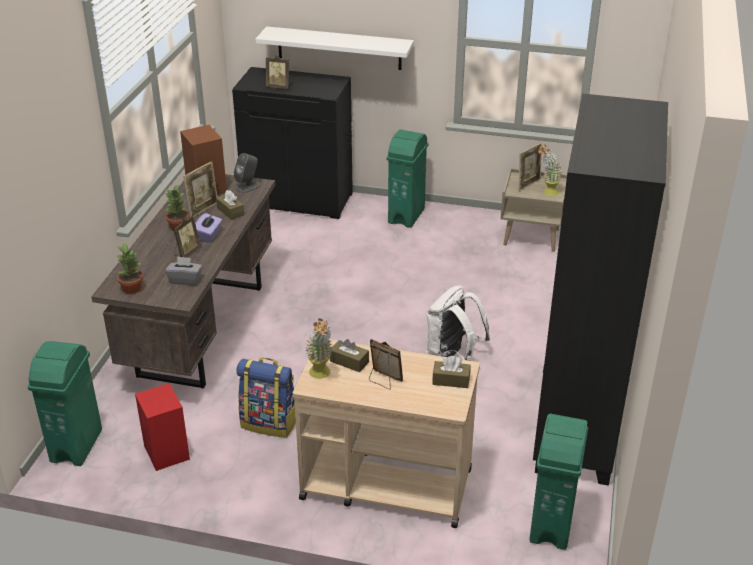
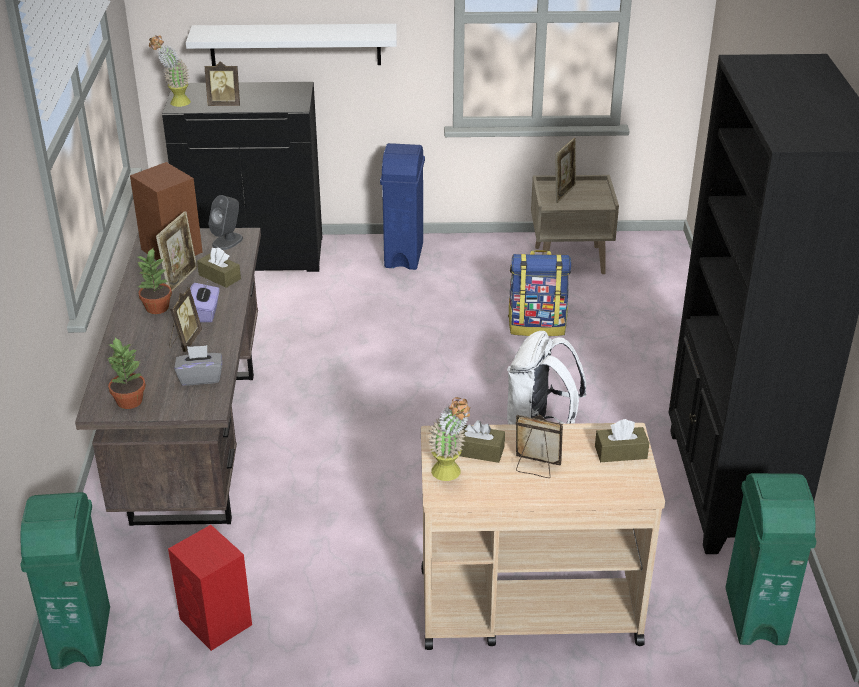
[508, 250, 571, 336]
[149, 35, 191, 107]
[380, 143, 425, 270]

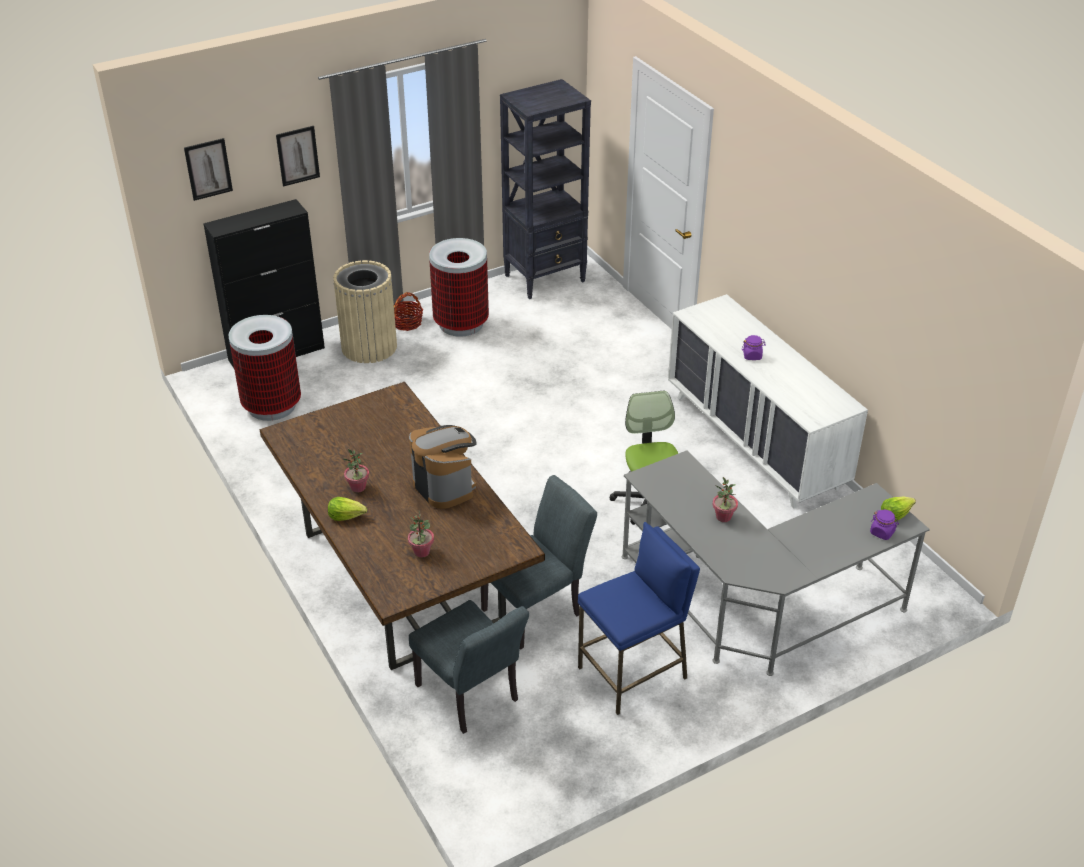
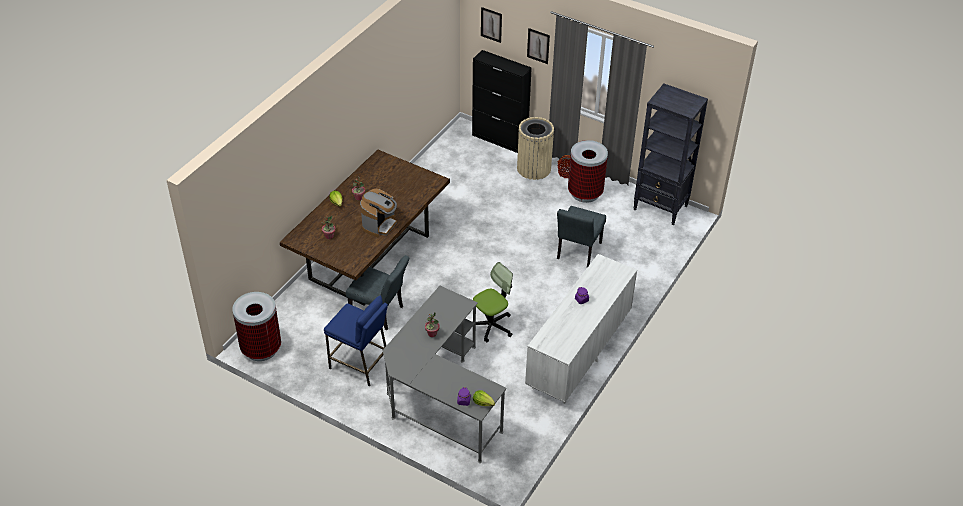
[232, 292, 281, 361]
[557, 206, 606, 267]

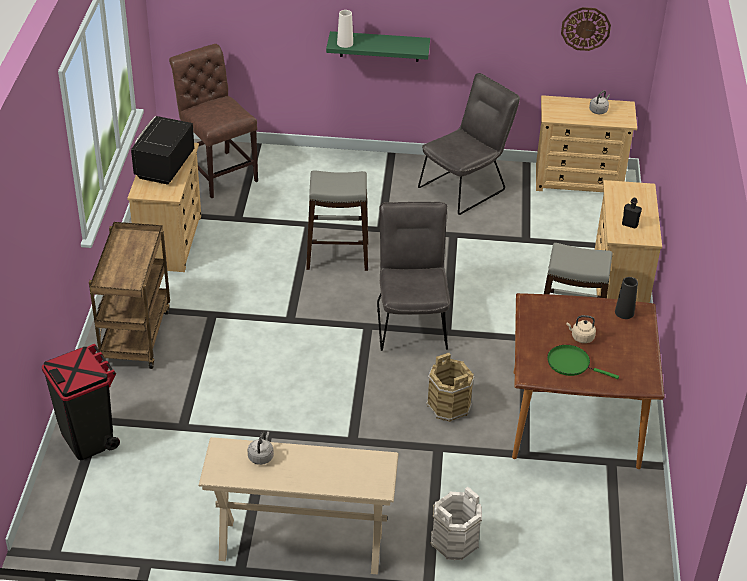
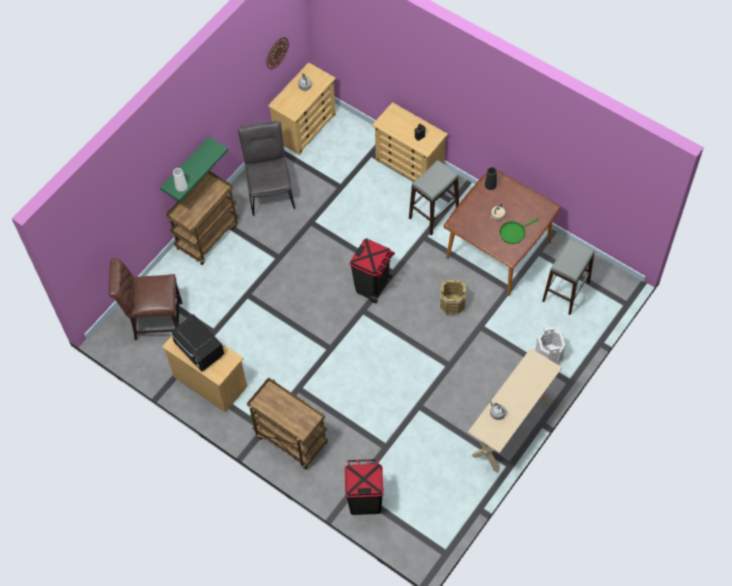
[166, 171, 239, 265]
[542, 239, 595, 315]
[350, 239, 395, 303]

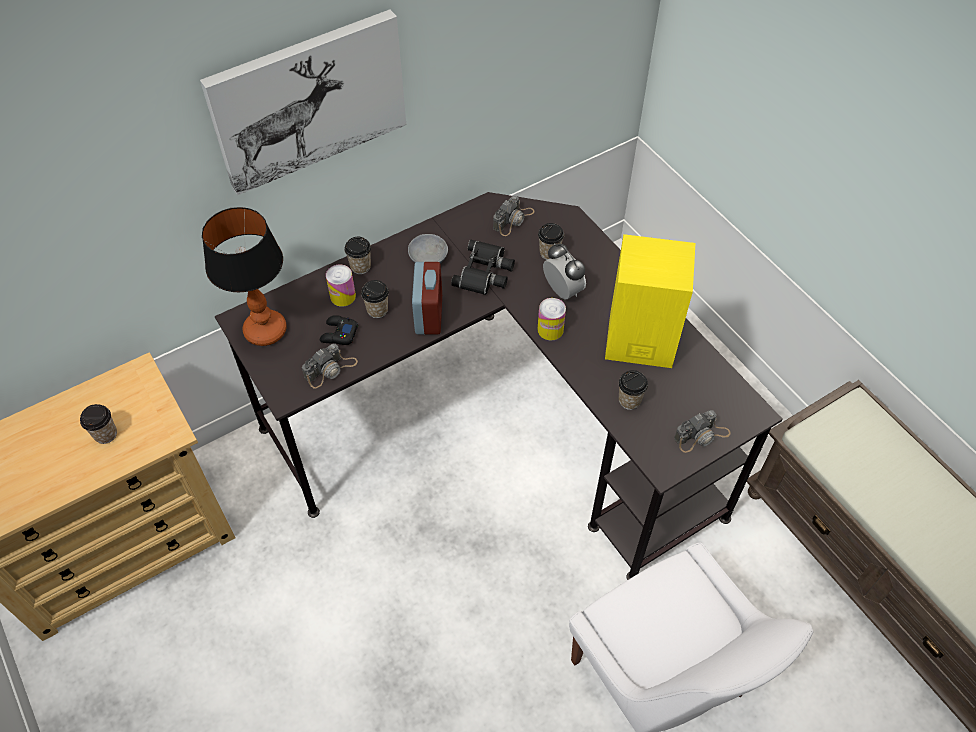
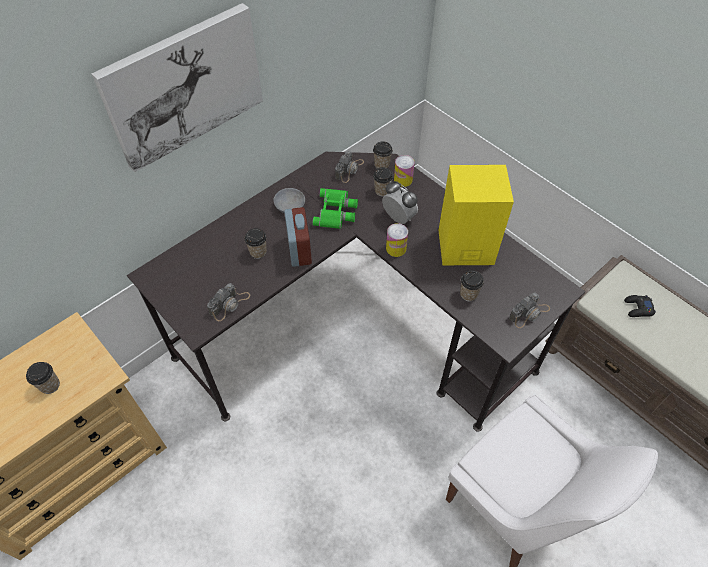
[202, 207, 287, 346] (first image)
[624, 295, 656, 317]
[394, 155, 415, 187]
[373, 141, 393, 169]
[312, 188, 358, 229]

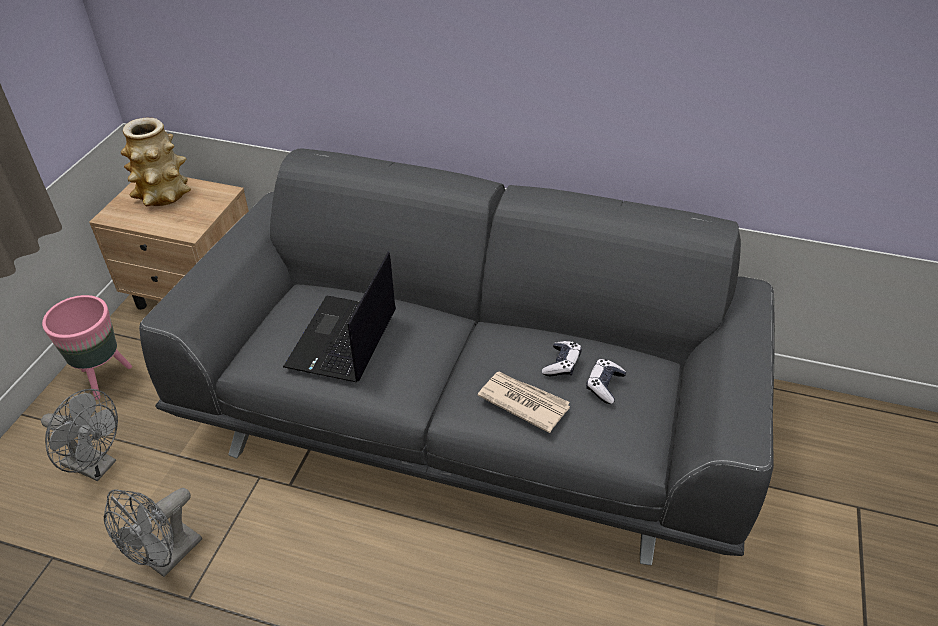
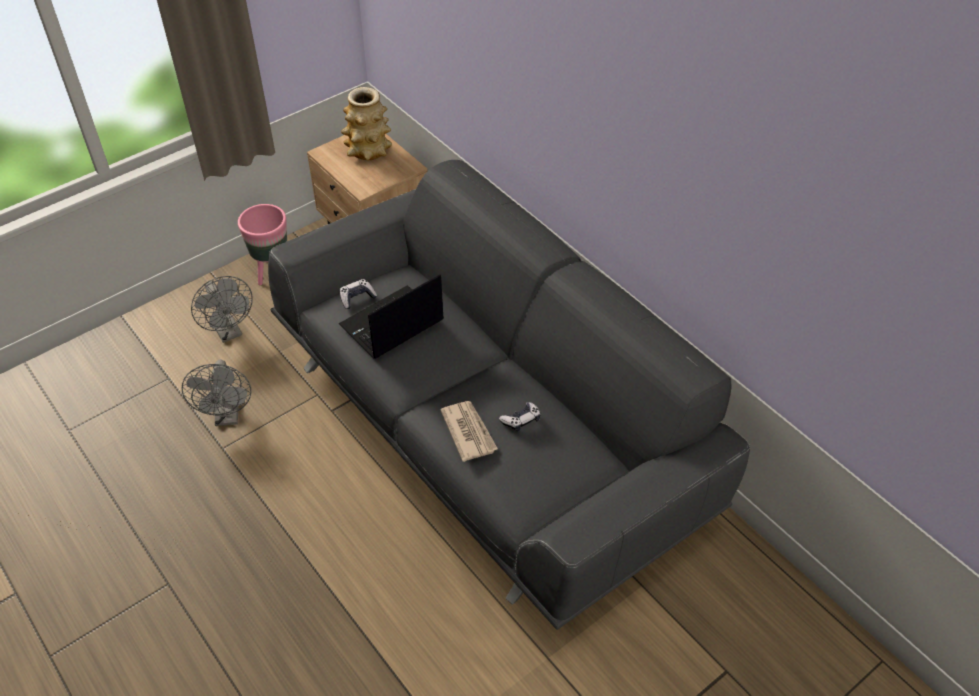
[340, 279, 377, 309]
[182, 359, 251, 426]

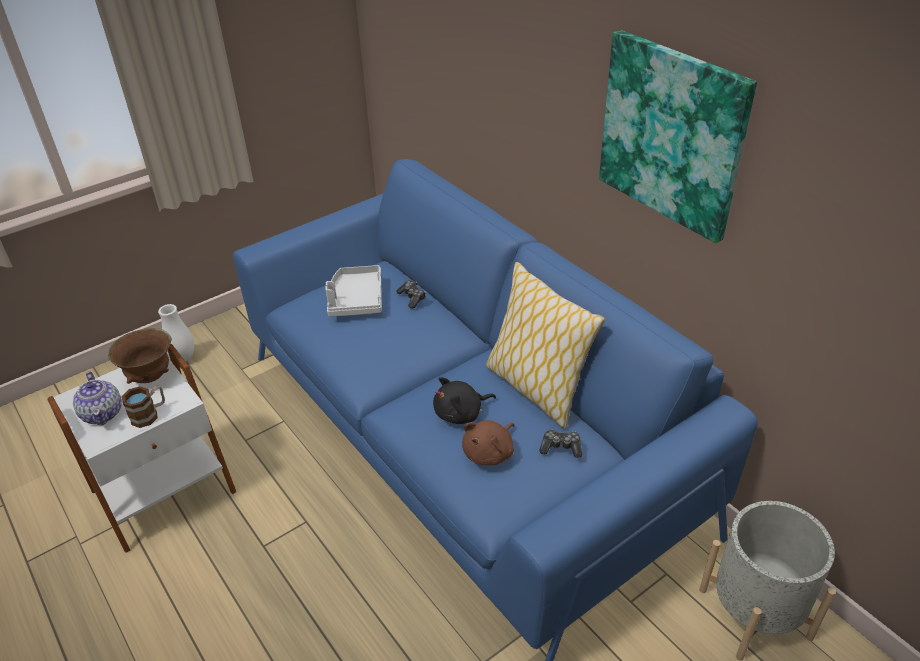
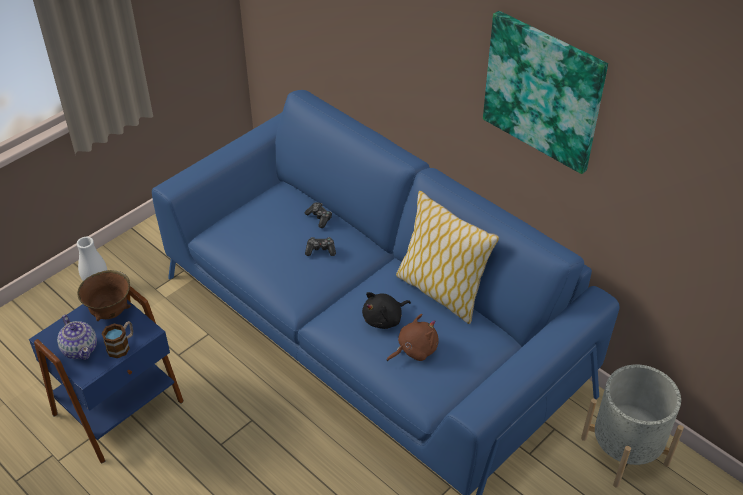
[325, 265, 382, 317] (first image)
[305, 237, 336, 256]
[29, 286, 184, 464]
[387, 314, 439, 361]

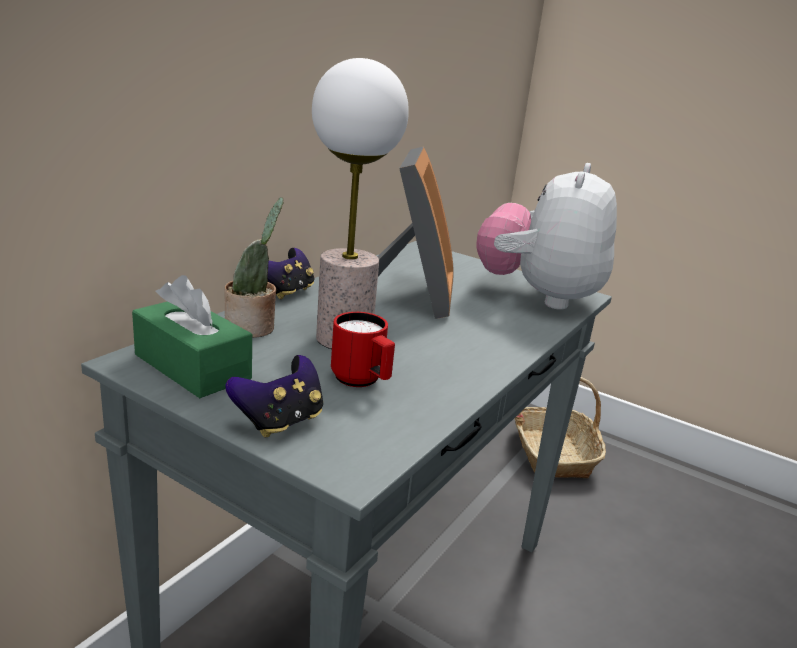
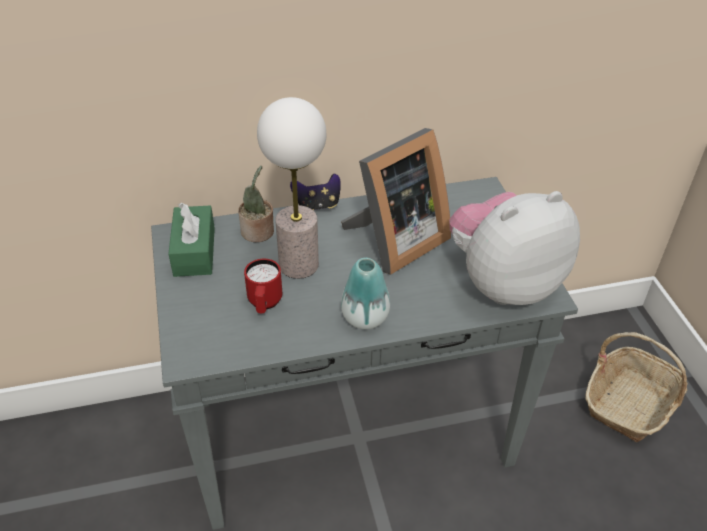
[226, 355, 323, 437] (first image)
[341, 258, 390, 329]

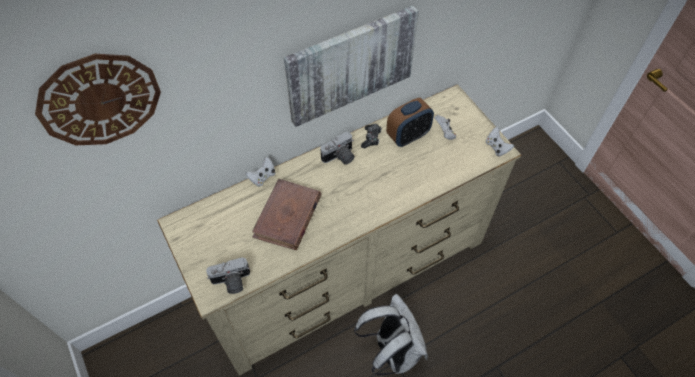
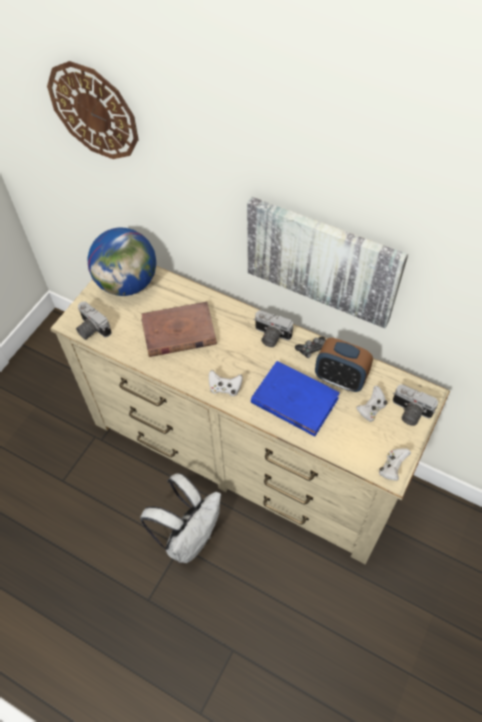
[88, 227, 156, 296]
[251, 361, 340, 436]
[393, 384, 438, 426]
[209, 370, 242, 396]

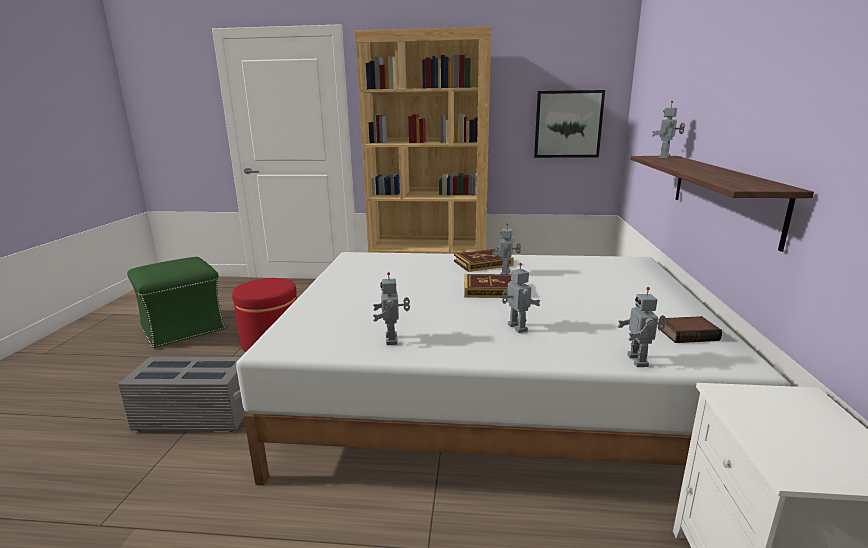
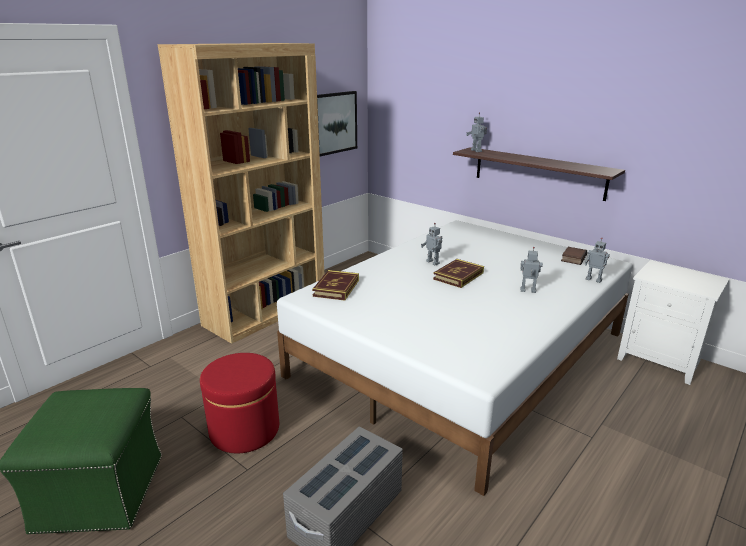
[373, 272, 410, 345] (first image)
[312, 270, 359, 301]

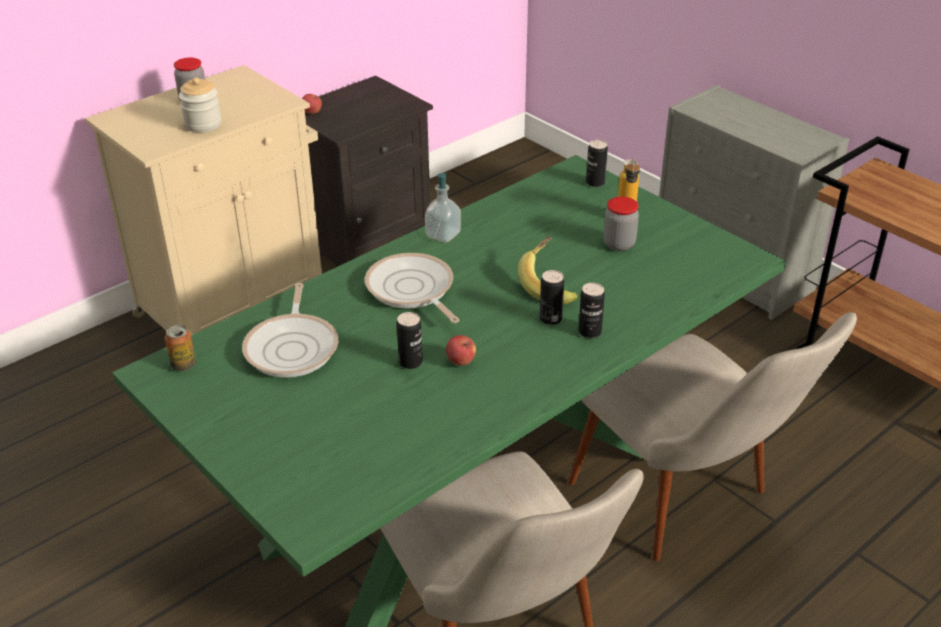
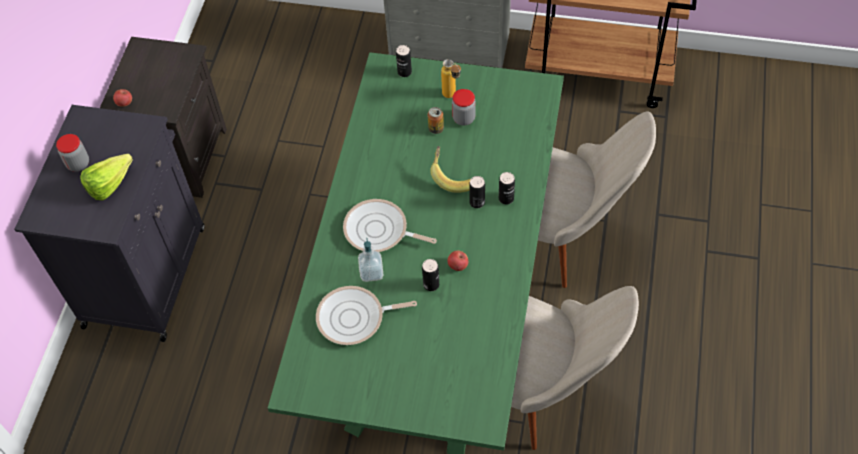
[427, 107, 444, 134]
[358, 238, 383, 282]
[80, 154, 133, 200]
[14, 105, 204, 342]
[316, 286, 417, 345]

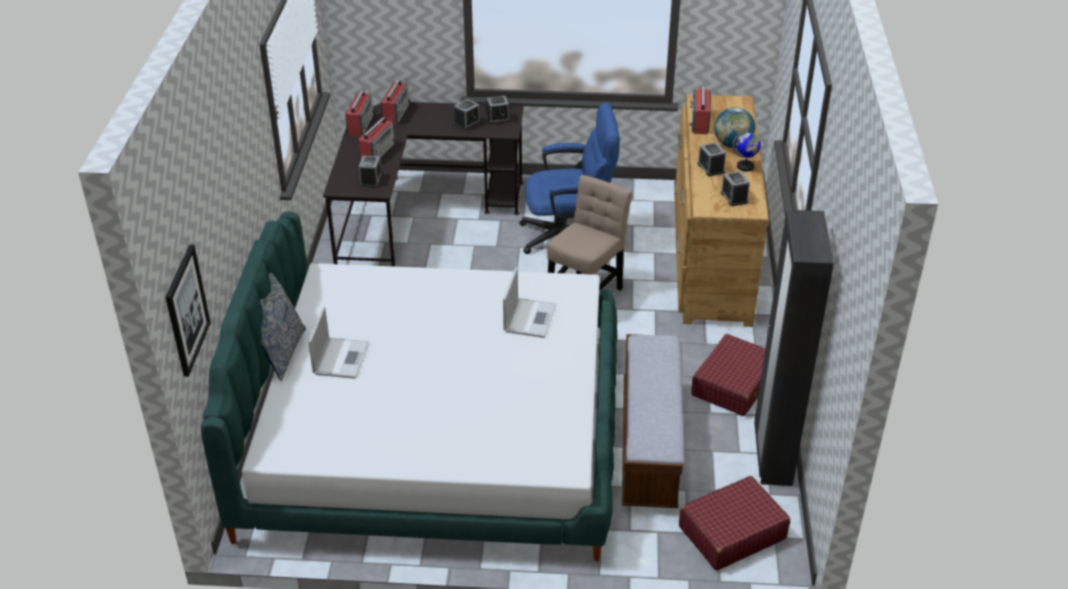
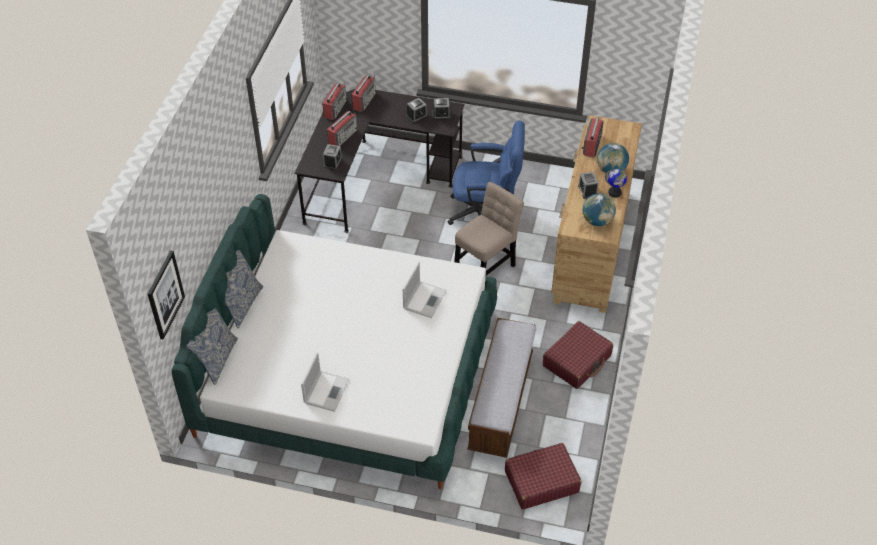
[754, 210, 834, 486] (first image)
[186, 308, 238, 385]
[301, 352, 349, 412]
[583, 193, 616, 226]

